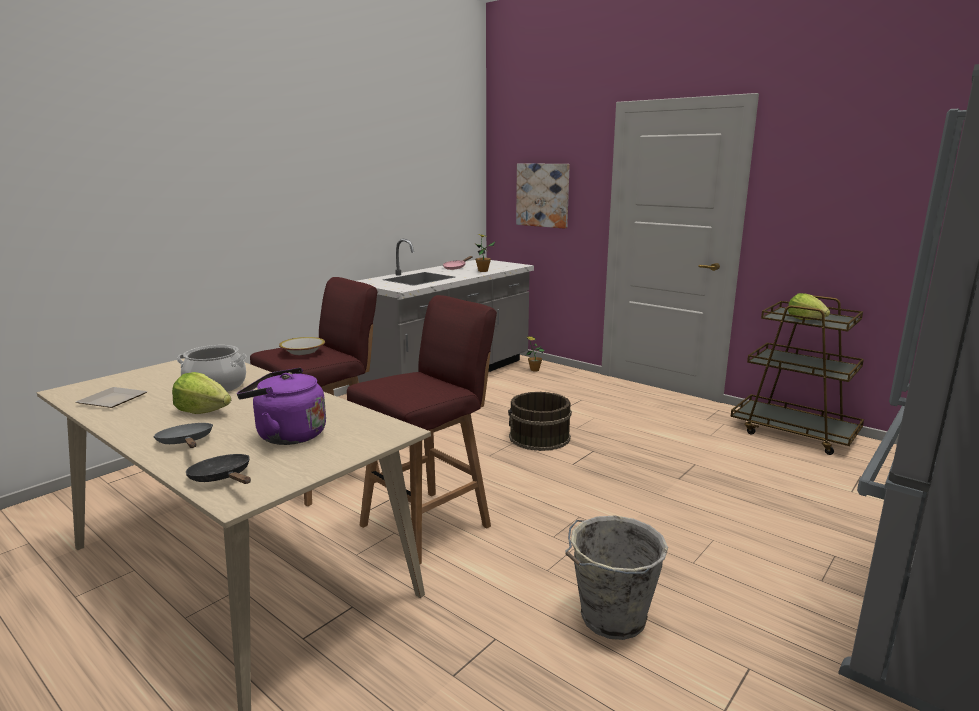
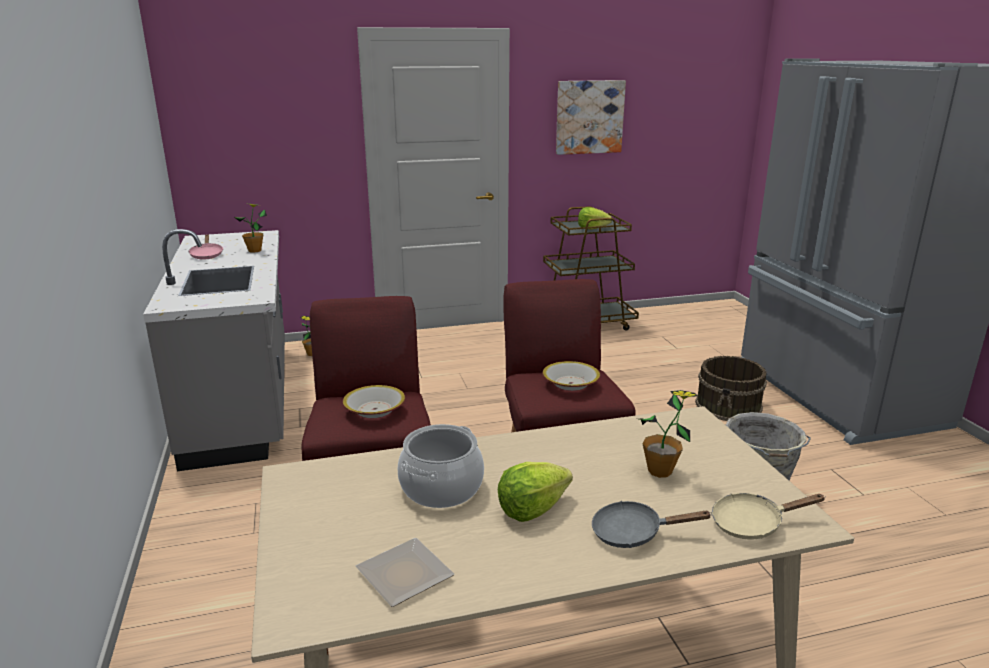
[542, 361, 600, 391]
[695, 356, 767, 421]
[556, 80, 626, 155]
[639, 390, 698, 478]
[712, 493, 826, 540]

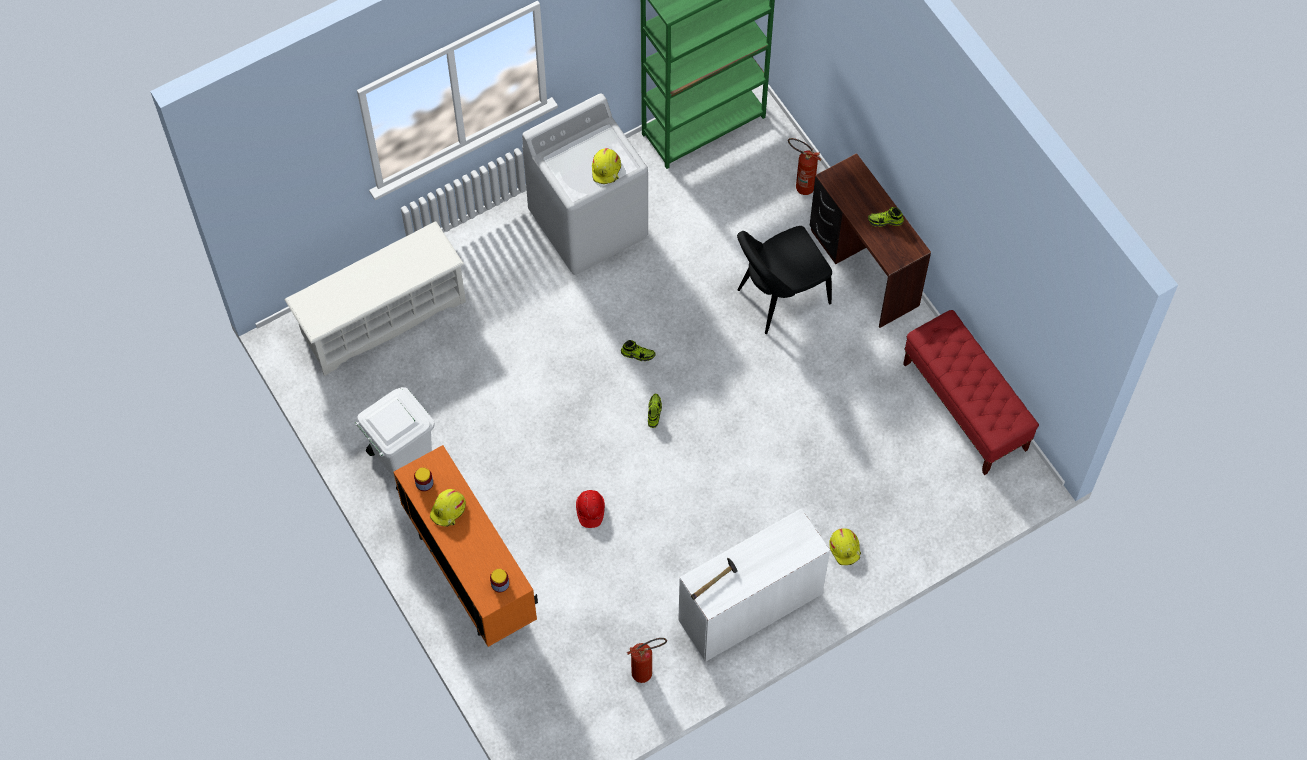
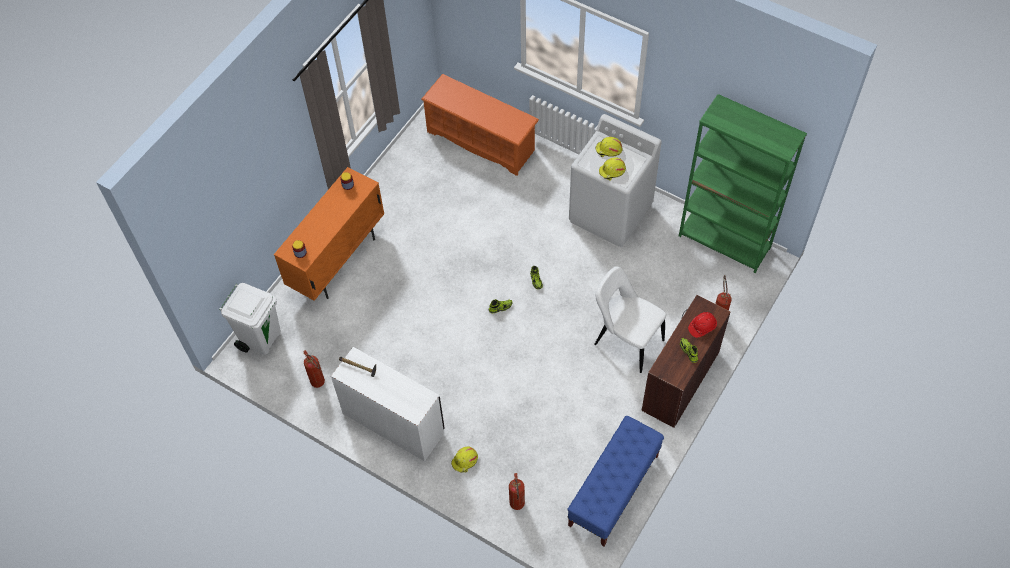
[509, 473, 525, 510]
[219, 283, 281, 355]
[595, 137, 623, 157]
[688, 312, 717, 338]
[421, 74, 539, 176]
[594, 266, 666, 373]
[567, 416, 664, 546]

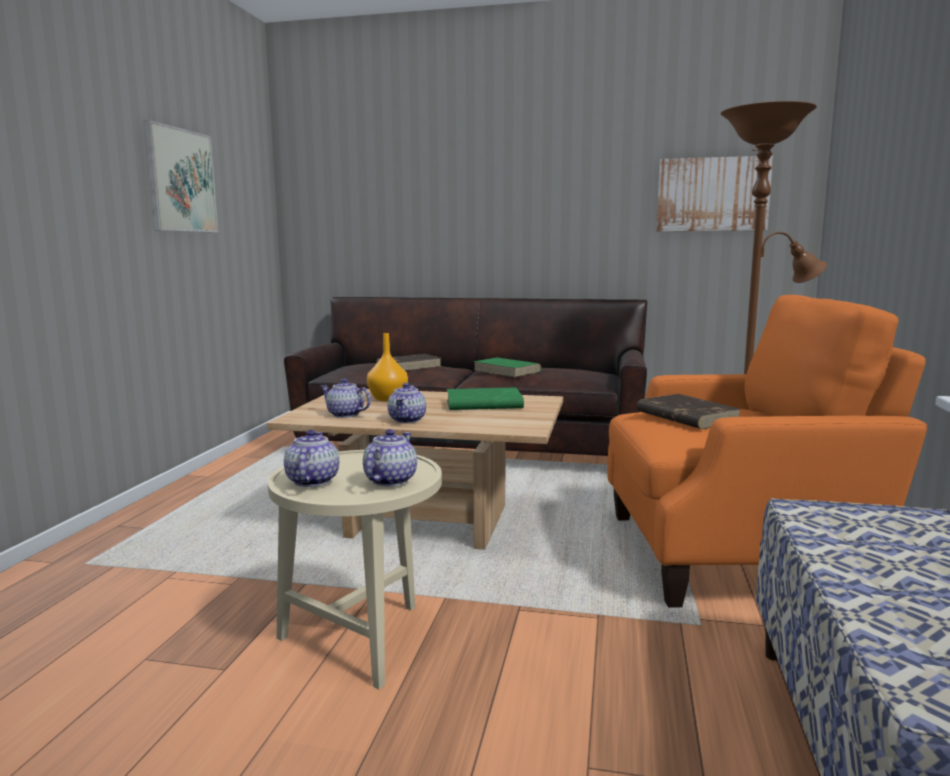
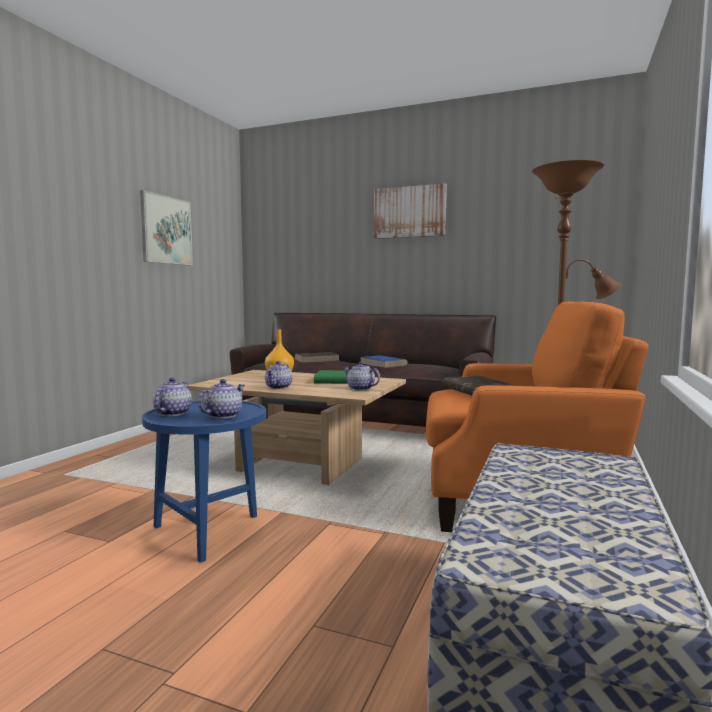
[343, 362, 380, 391]
[374, 183, 447, 239]
[142, 401, 266, 563]
[361, 355, 408, 368]

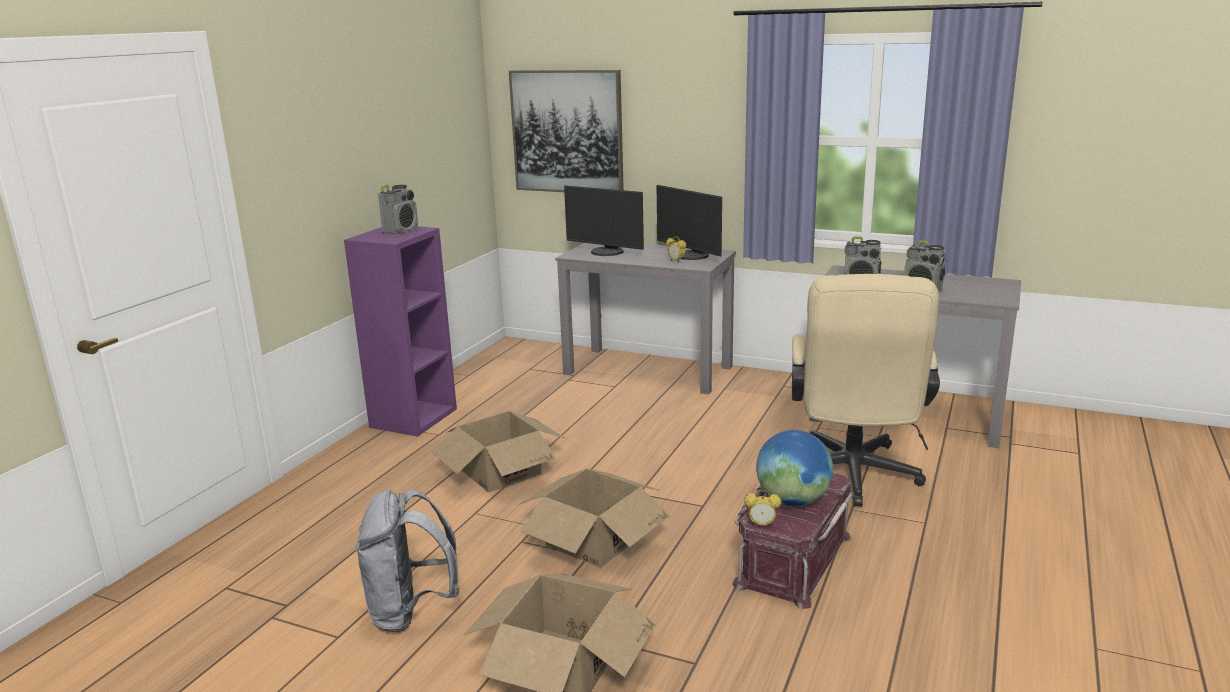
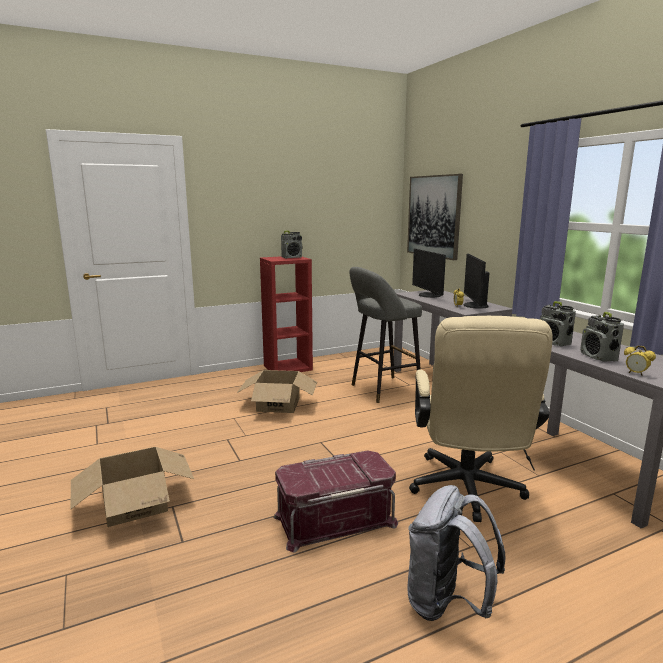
[518, 469, 670, 568] (first image)
[756, 430, 833, 506] (first image)
[350, 267, 422, 403]
[408, 485, 505, 621]
[624, 345, 656, 376]
[260, 256, 313, 372]
[409, 316, 552, 522]

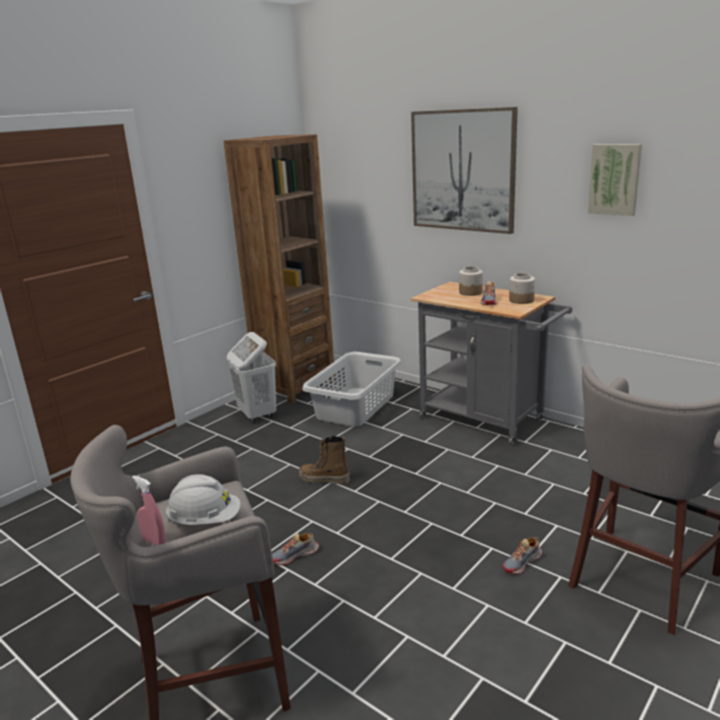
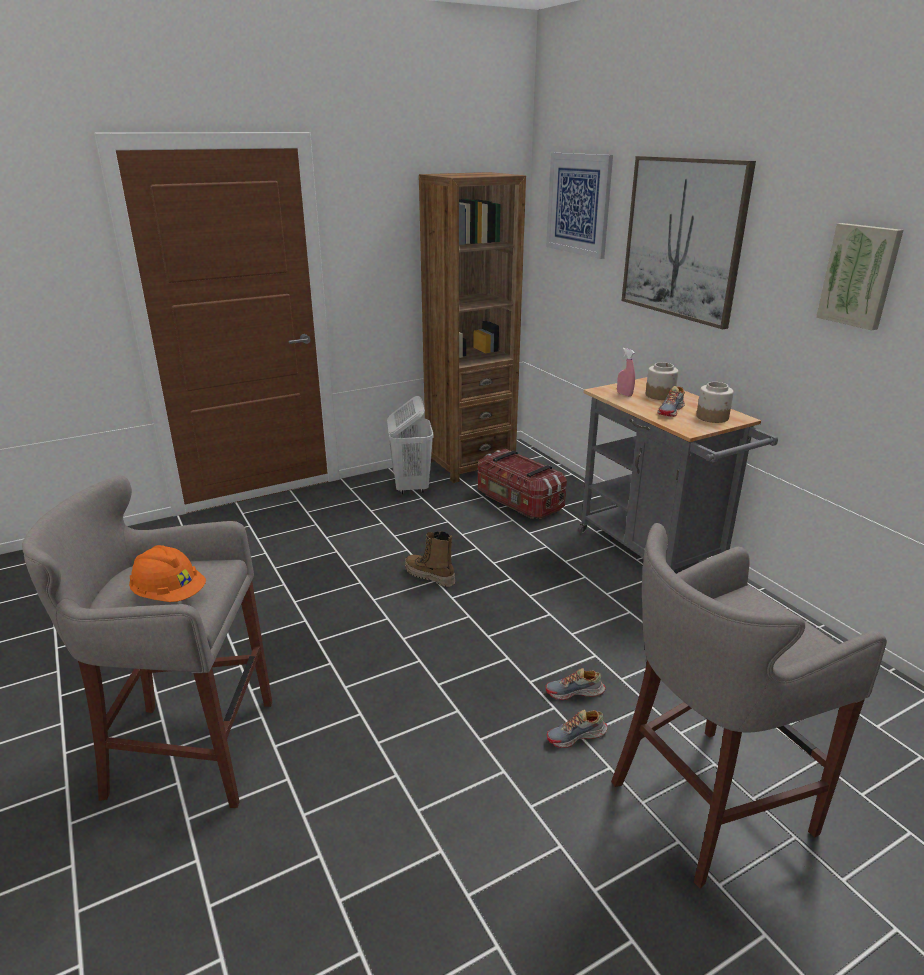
[546, 153, 613, 259]
[617, 348, 635, 397]
[546, 668, 606, 700]
[478, 449, 567, 519]
[129, 545, 206, 602]

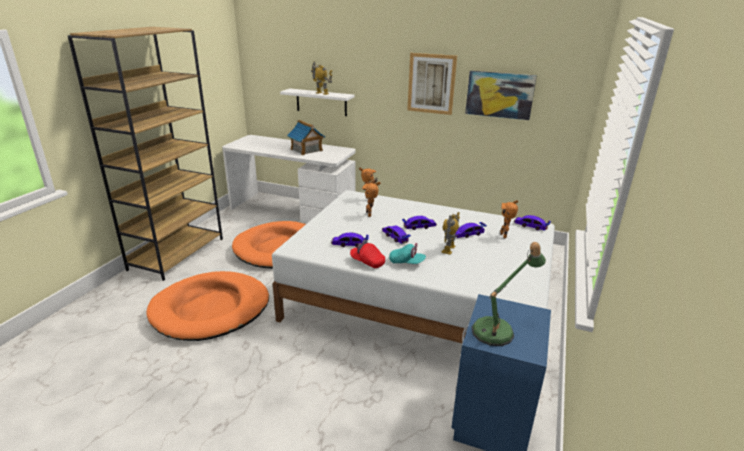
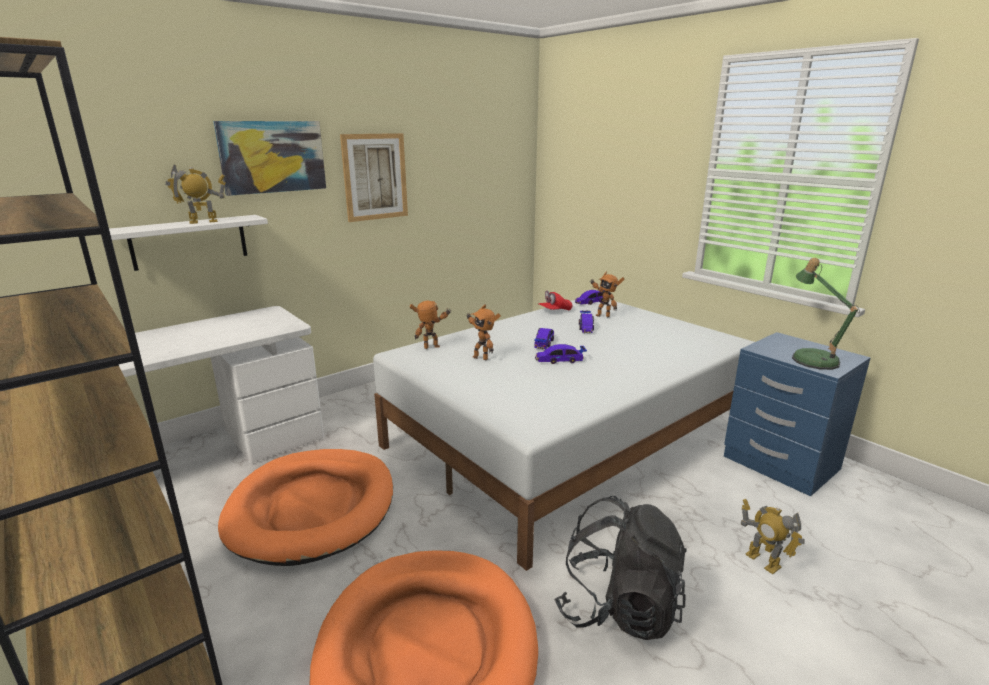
[287, 120, 325, 155] (first image)
[331, 233, 369, 248] (first image)
[389, 243, 426, 264] (first image)
[554, 496, 687, 640]
[538, 291, 572, 311]
[741, 499, 805, 574]
[213, 121, 326, 196]

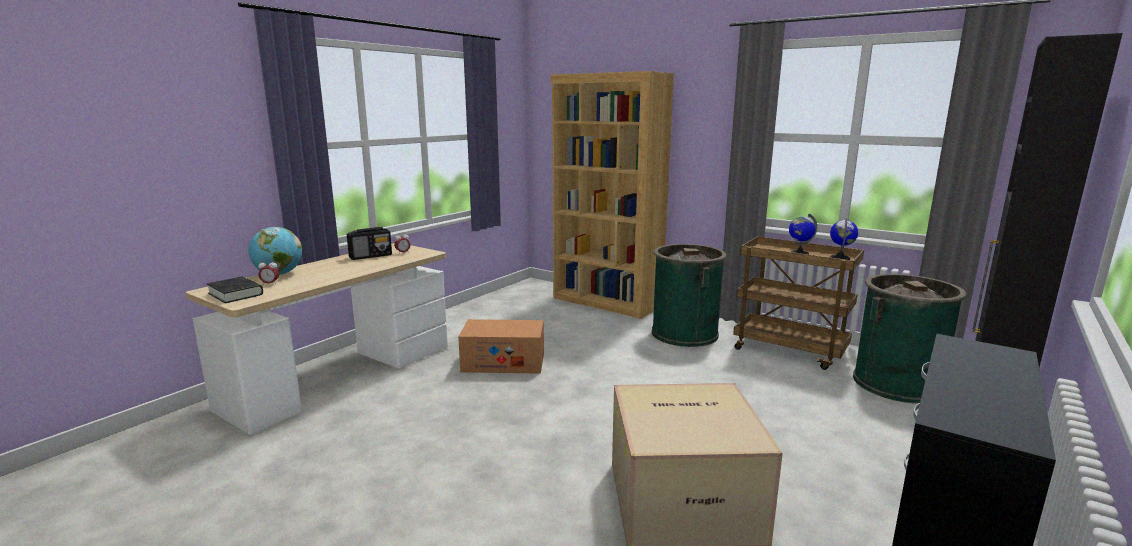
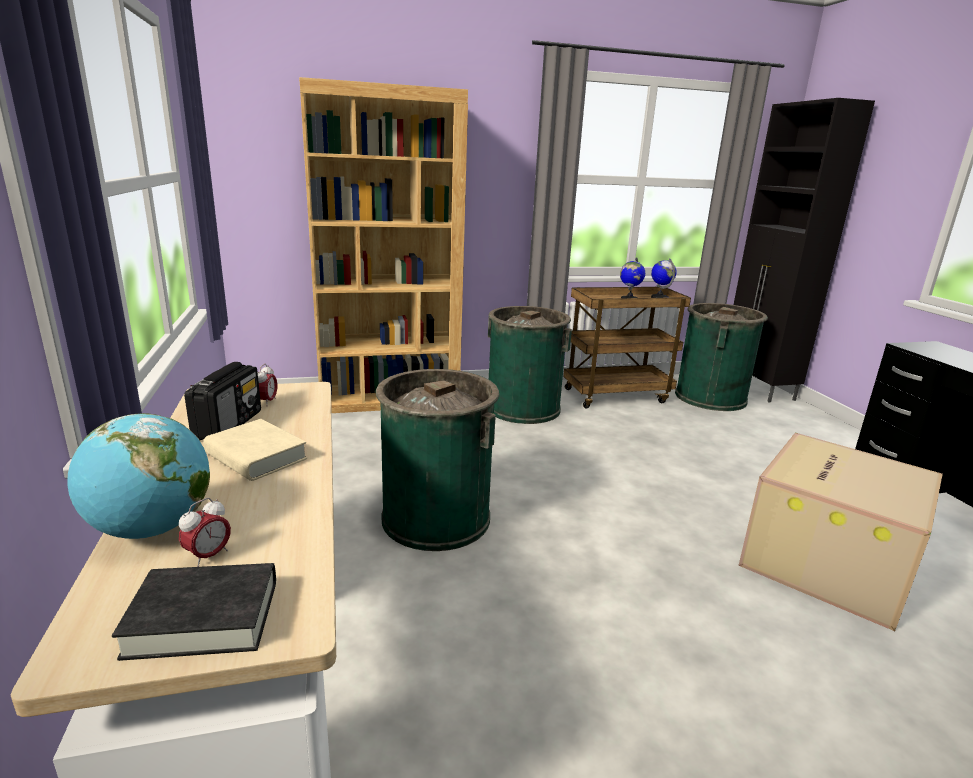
[203, 419, 307, 481]
[376, 369, 499, 551]

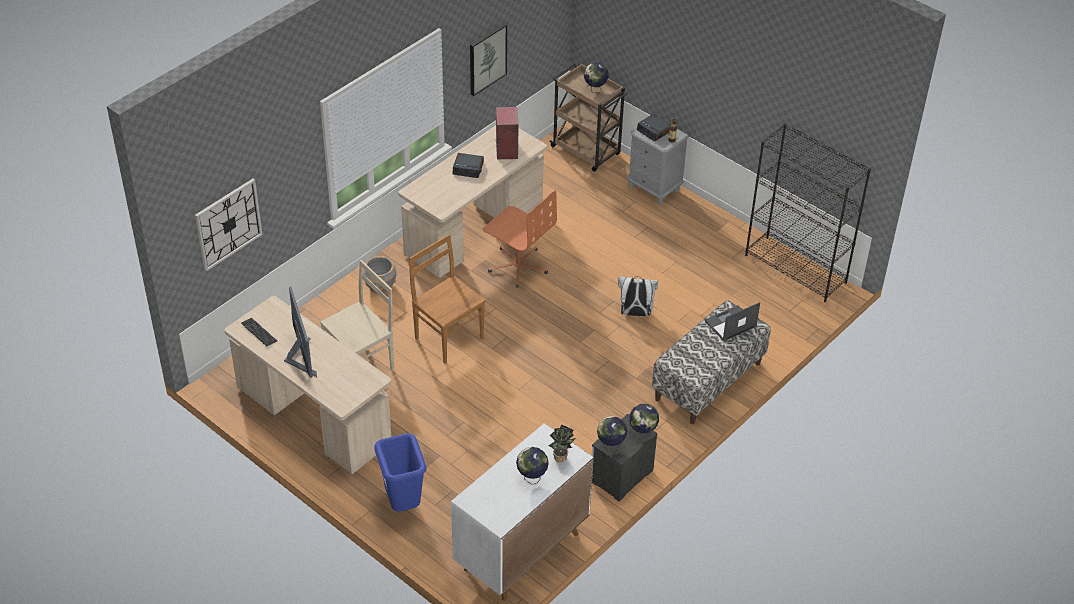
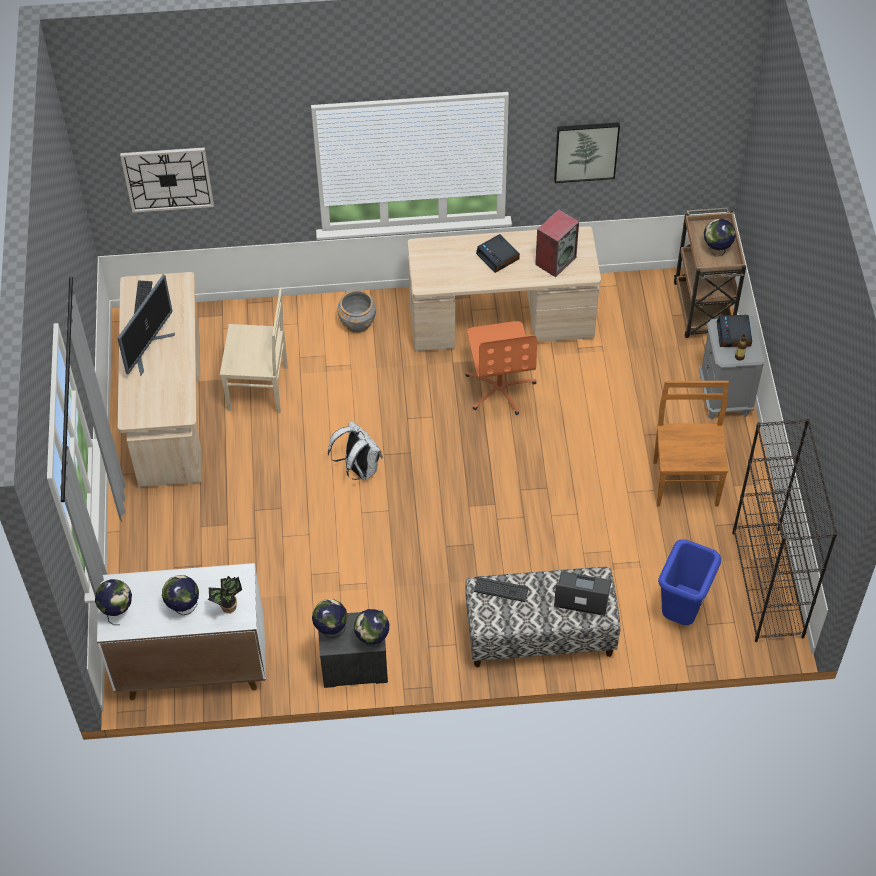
[95, 579, 132, 625]
[474, 577, 528, 602]
[658, 539, 721, 625]
[653, 381, 729, 507]
[328, 421, 383, 480]

